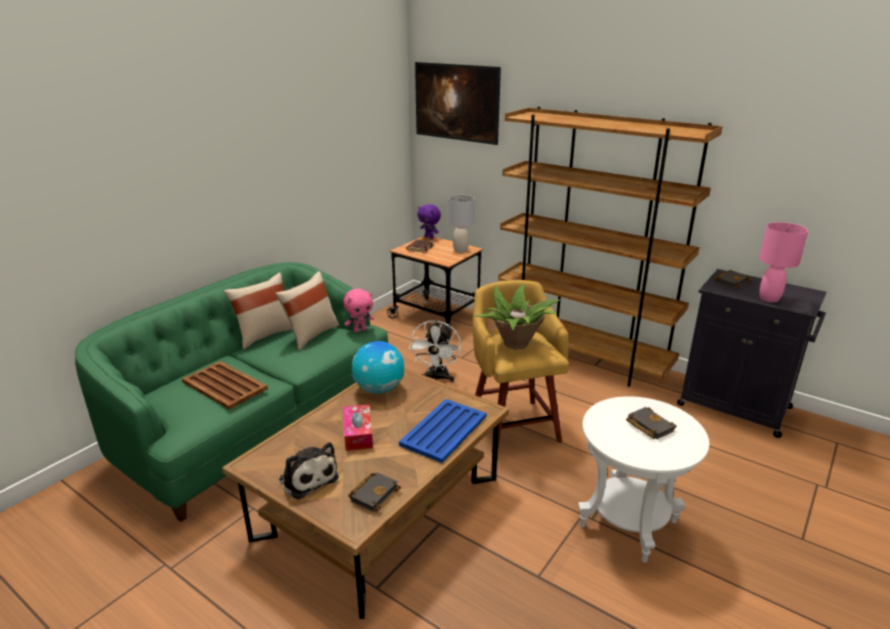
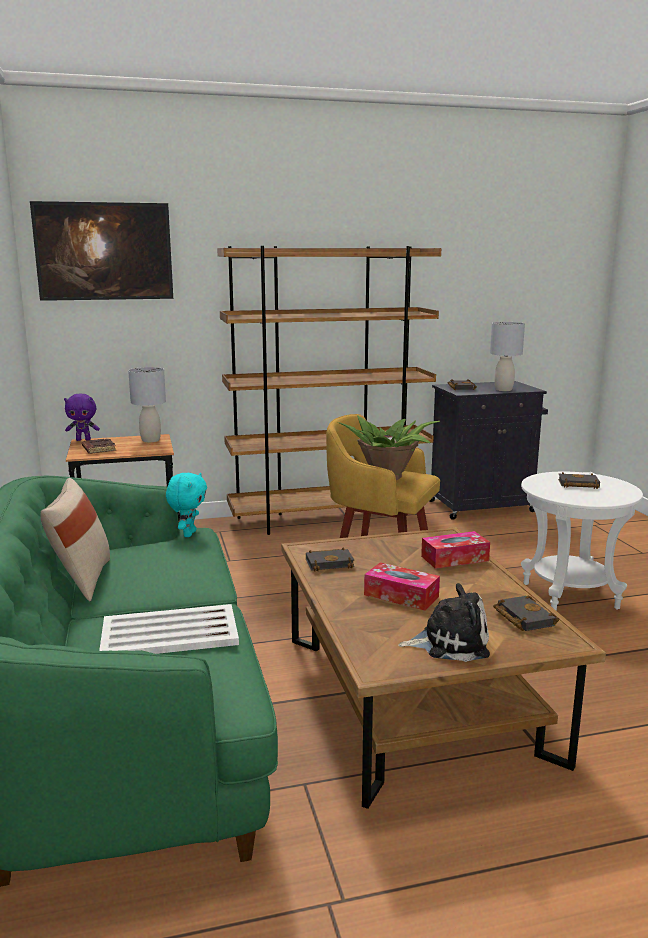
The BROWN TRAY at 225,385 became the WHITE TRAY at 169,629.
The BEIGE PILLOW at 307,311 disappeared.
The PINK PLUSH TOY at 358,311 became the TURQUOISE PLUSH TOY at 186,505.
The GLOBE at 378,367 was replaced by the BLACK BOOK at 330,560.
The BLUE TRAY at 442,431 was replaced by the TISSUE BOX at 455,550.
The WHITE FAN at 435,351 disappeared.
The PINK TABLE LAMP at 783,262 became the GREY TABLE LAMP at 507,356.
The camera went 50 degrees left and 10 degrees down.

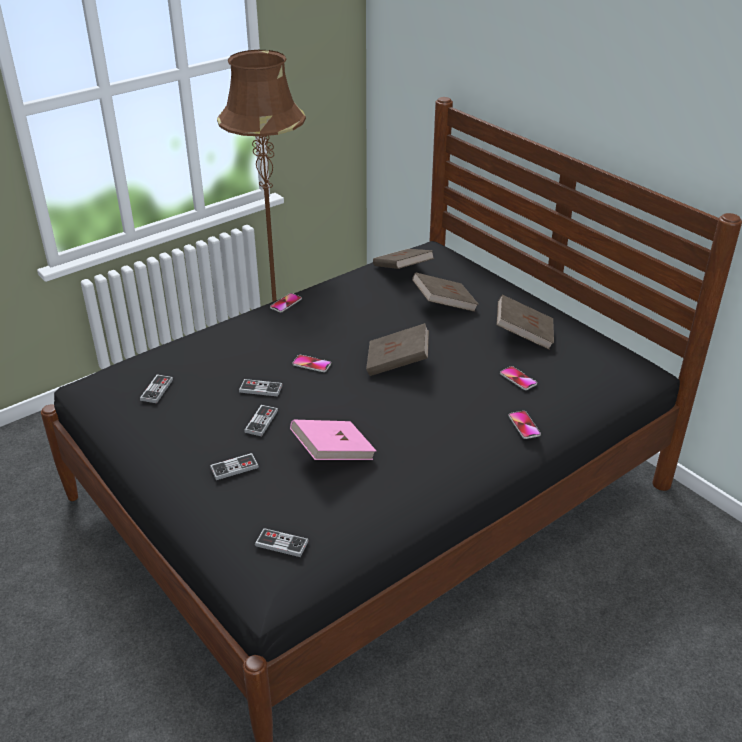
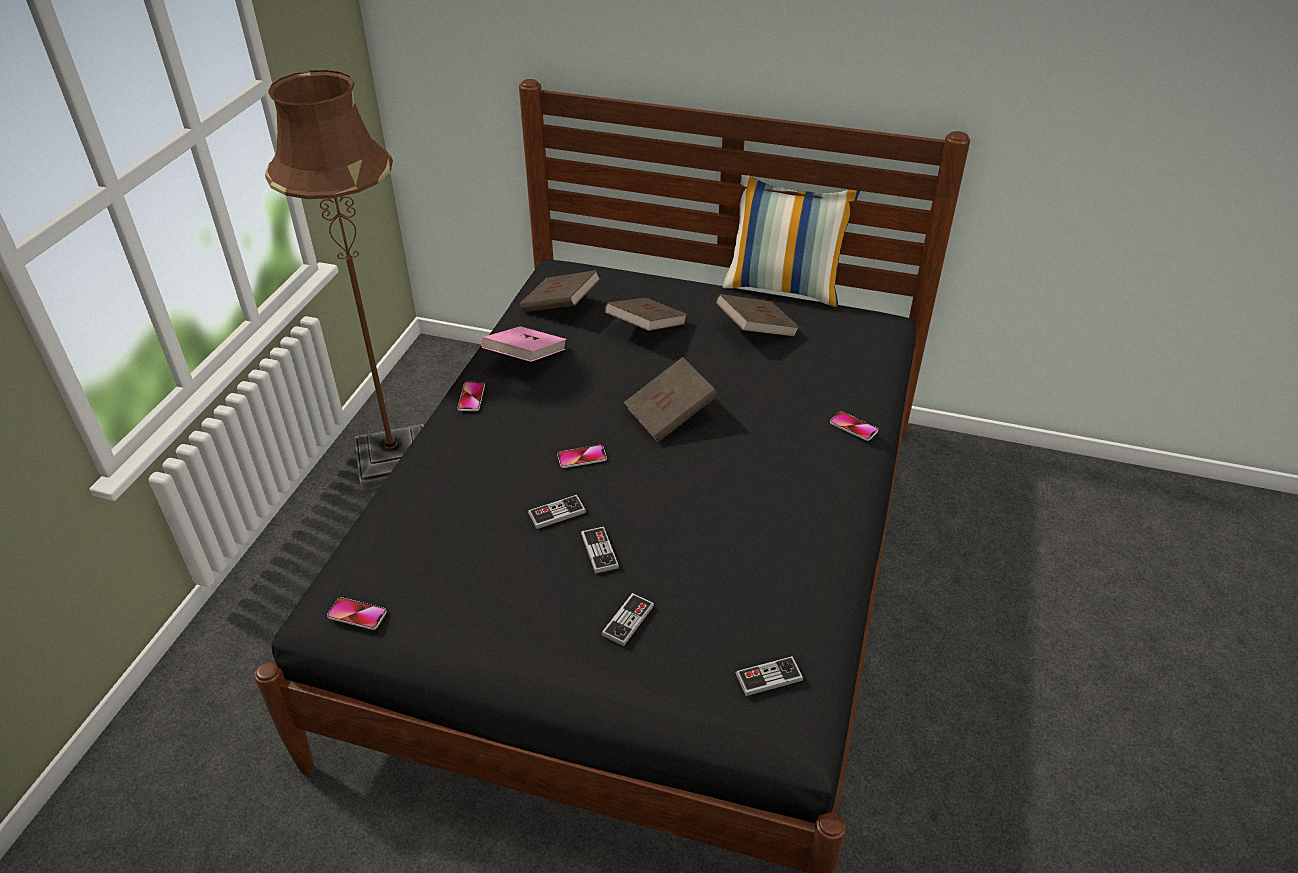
The GAME CONTROLLER at 156,389 disappeared.
The PINK BOOK moved from 333,440 to 524,344.
The PHONE moved from 518,378 to 357,613.
The PILLOW at 791,241 appeared.
The camera went 35 degrees left and 5 degrees up.

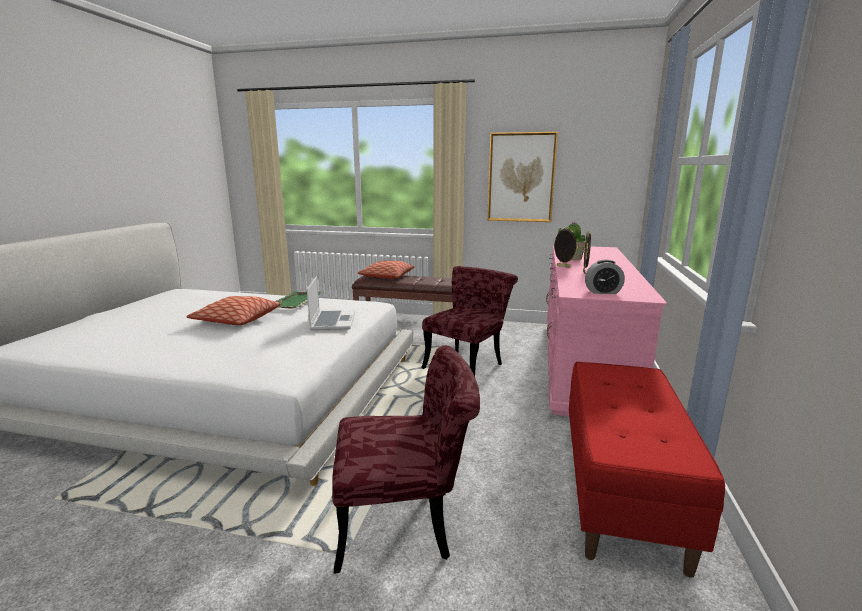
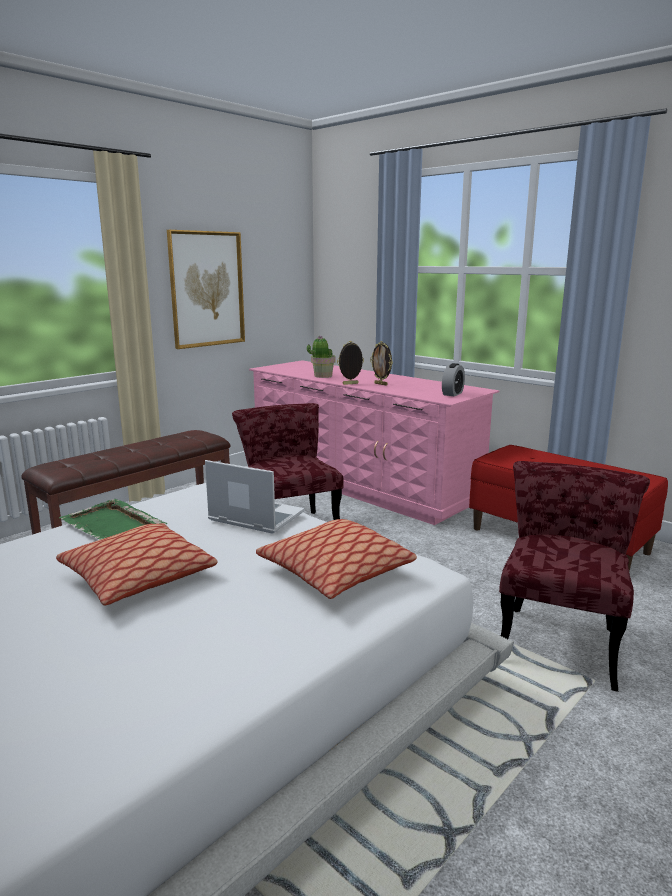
The PILLOW moved from 386,270 to 336,559.
The camera went 60 degrees left and 0 degrees up.

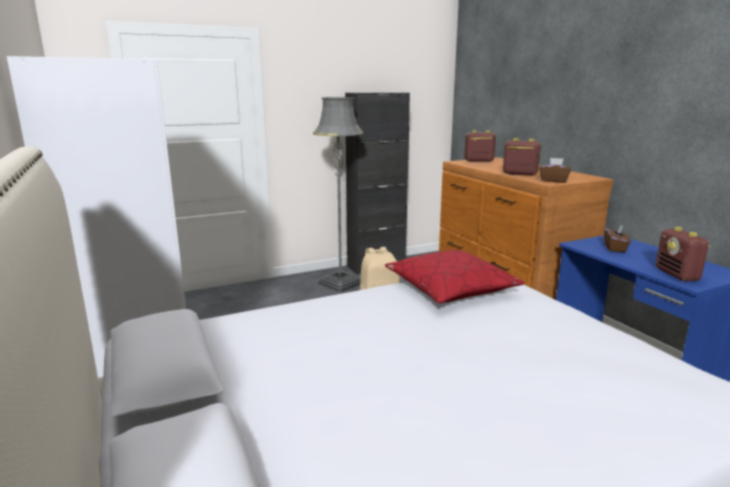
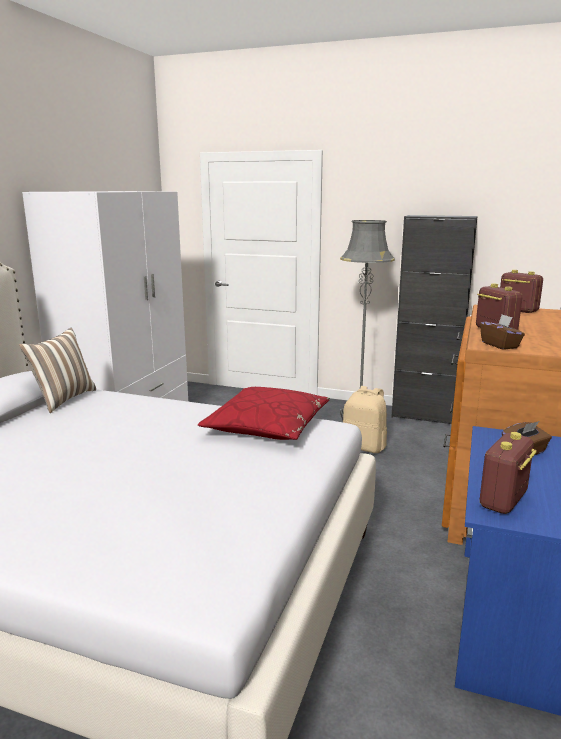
The PILLOW at 57,370 appeared.
The camera went 45 degrees right and 0 degrees up.

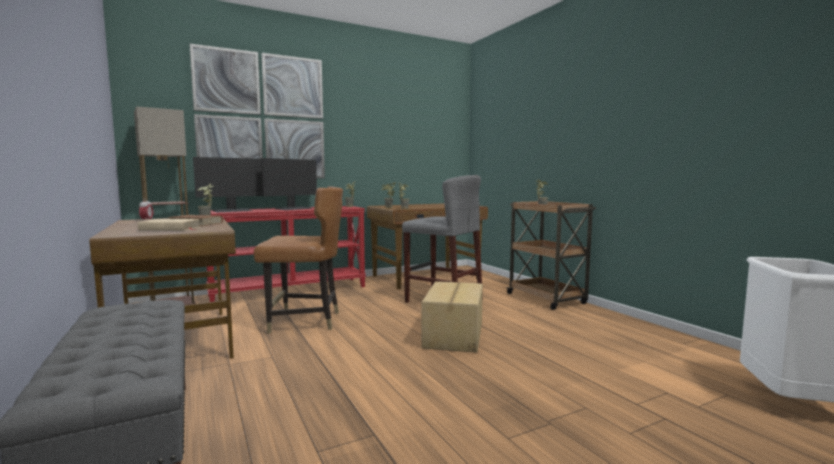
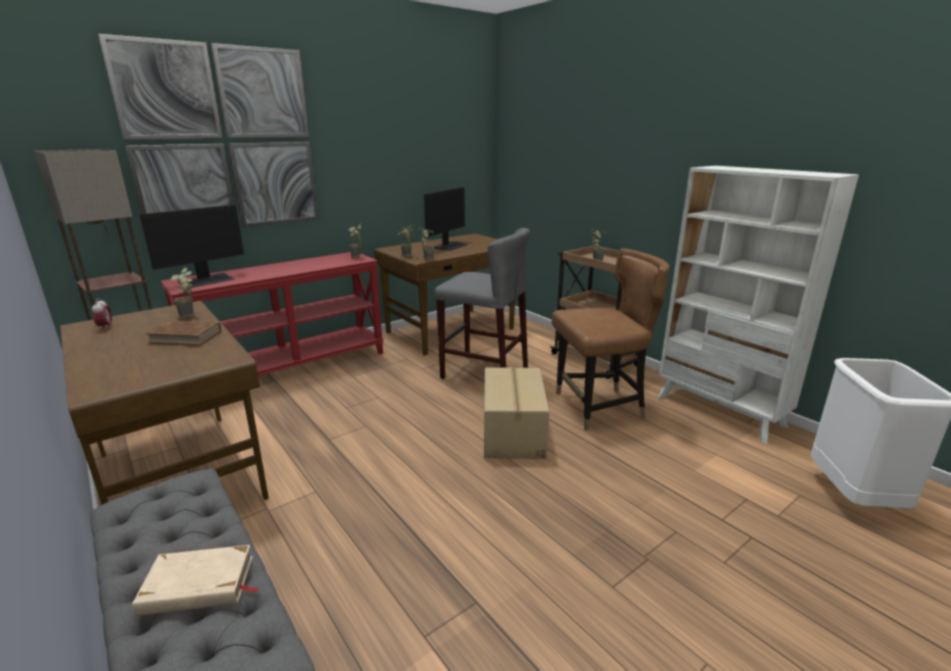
The BEIGE BOOK moved from 169,225 to 196,580.
The BROWN CHAIR moved from 298,259 to 611,339.
The MONITOR moved from 289,184 to 446,219.
The WHITE BOOKCASE at 758,305 appeared.
The camera went 10 degrees left and 15 degrees up.

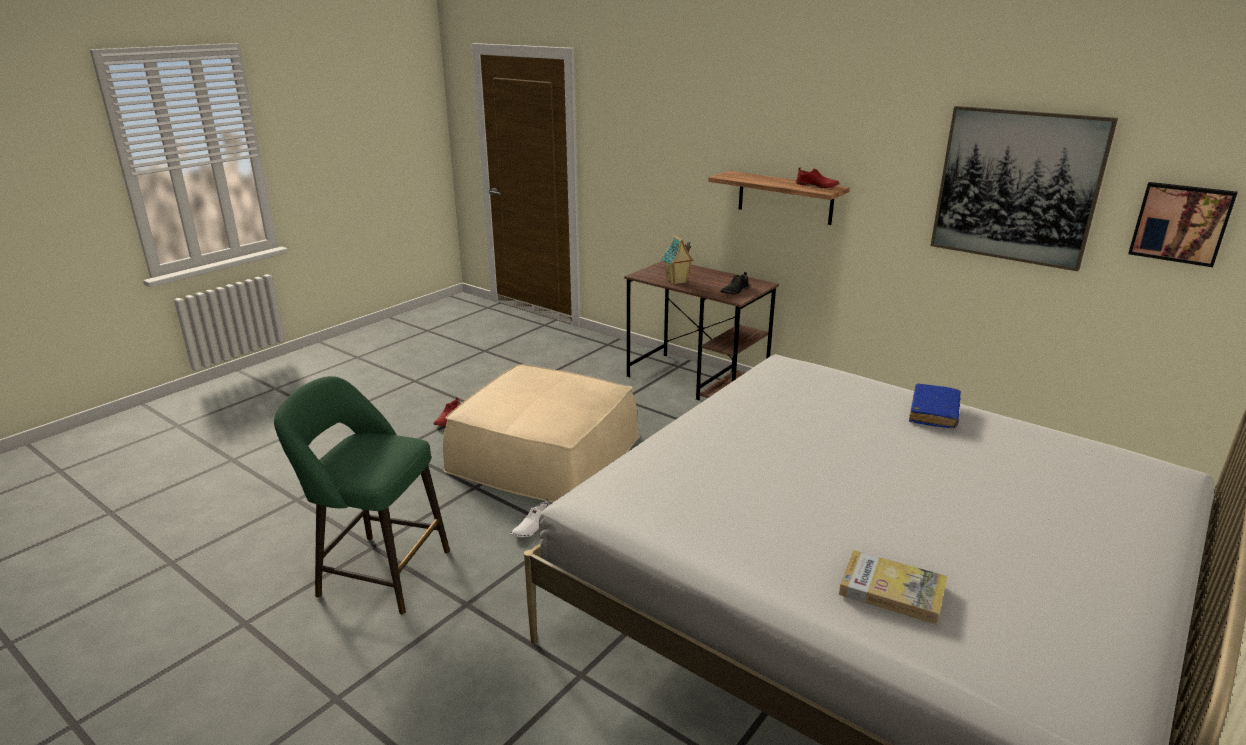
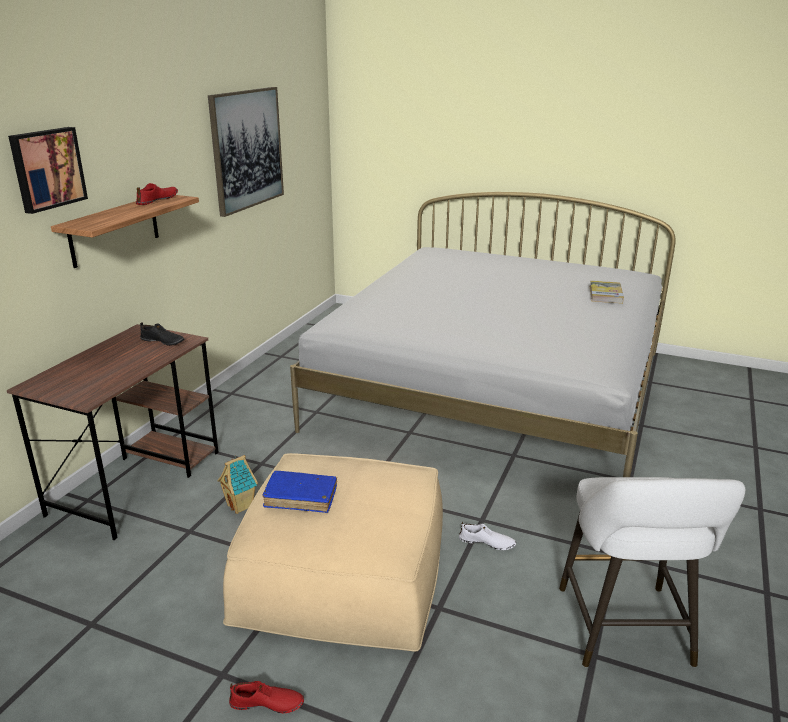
The GREEN STOOL at 362,495 became the WHITE STOOL at 652,572.
The TOY HOUSE moved from 678,260 to 237,484.
The BLUE BOOK moved from 935,406 to 299,492.
The PICTURE moved from 1183,224 to 48,170.
The camera went 105 degrees left and 0 degrees up.

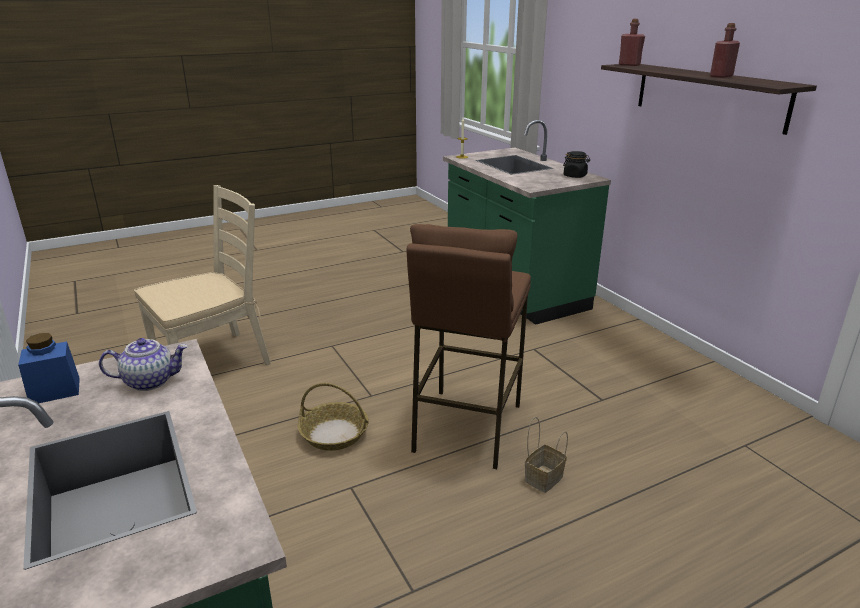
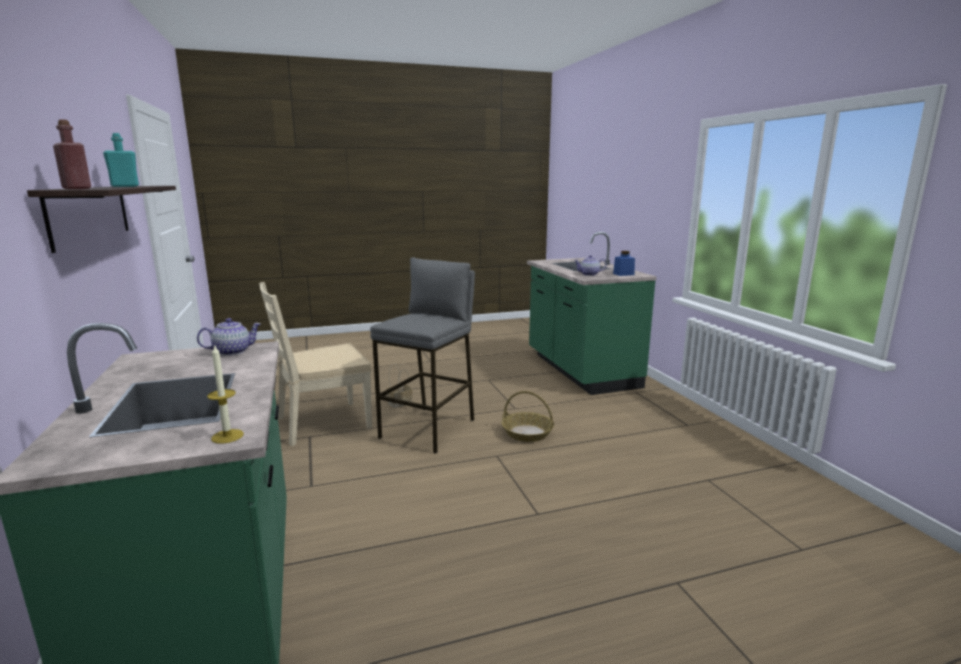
The BEIGE CHAIR moved from 202,275 to 315,364.
The BROWN STOOL at 469,346 became the GREY STOOL at 422,355.
The BLACK JAR at 576,164 disappeared.
The RED BOTTLE at 725,50 became the TURQUOISE BOTTLE at 121,160.
The TEAPOT at 229,337 appeared.
The camera went 170 degrees left and 10 degrees down.

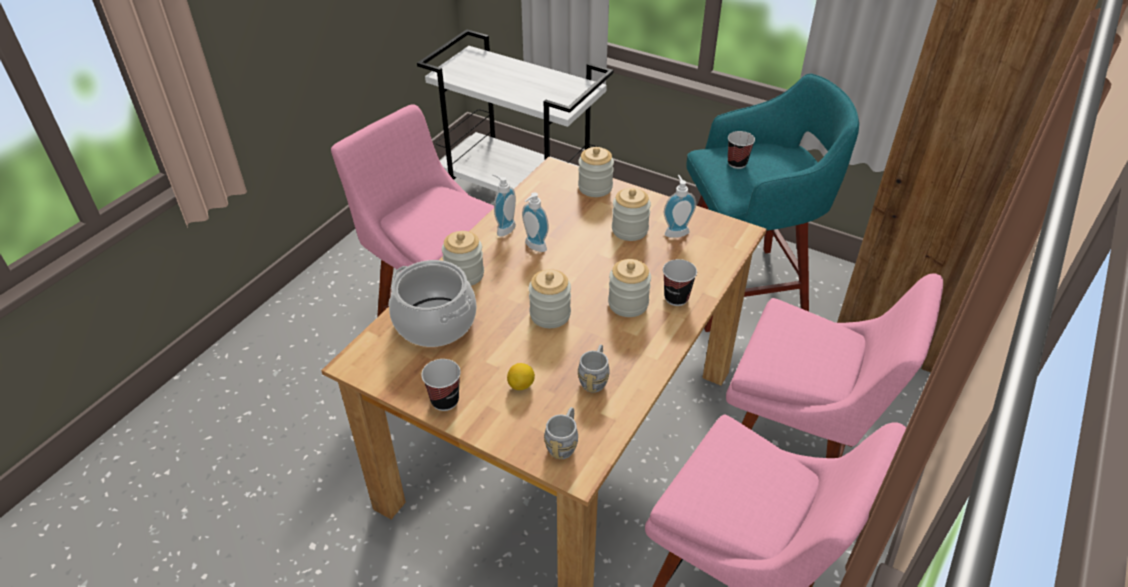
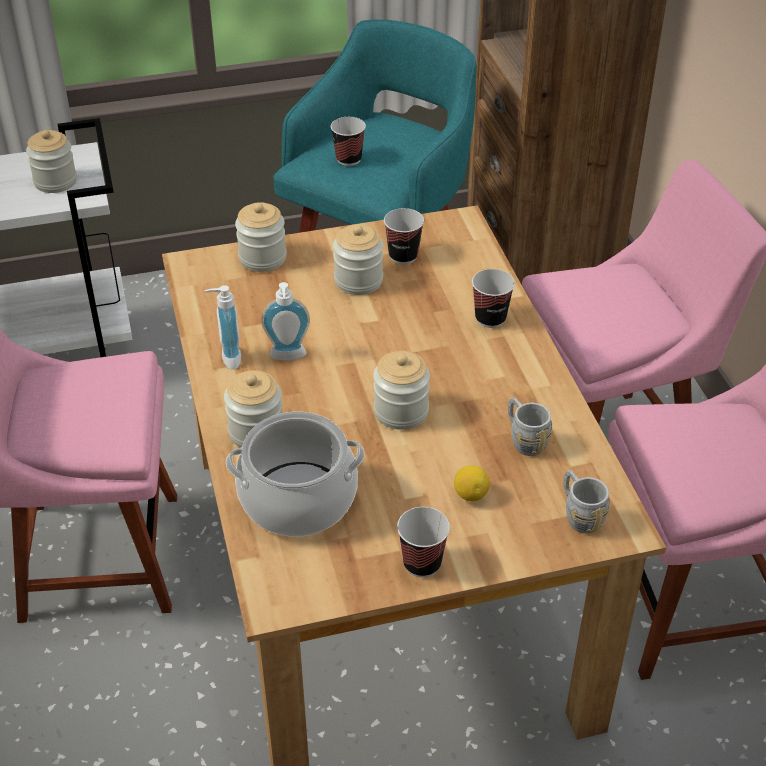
The JAR moved from 629,288 to 51,161.
The SOAP DISPENSER at 680,206 was replaced by the CUP at 404,236.
The camera went 45 degrees left and 0 degrees up.

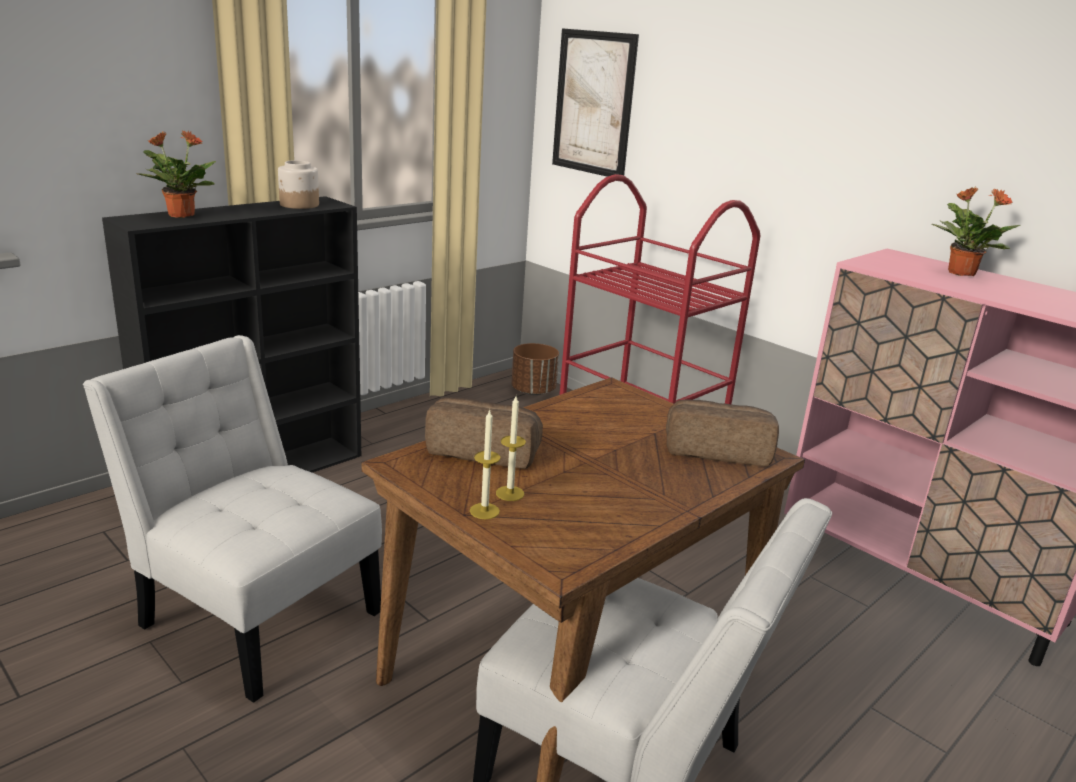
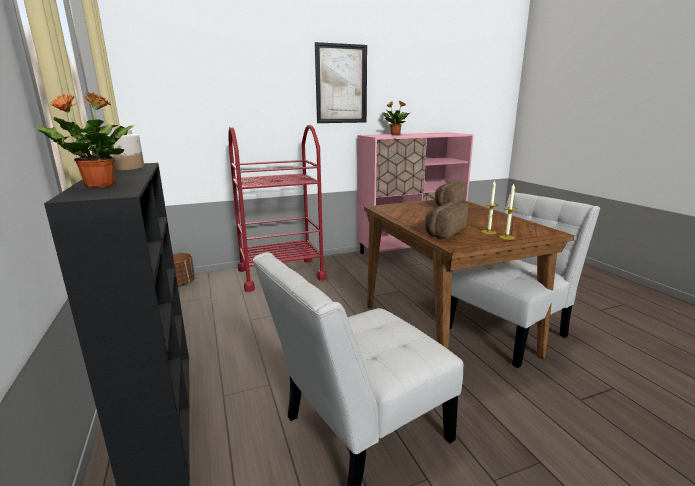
The PICTURE moved from 595,102 to 341,82.
The camera went 65 degrees left and 5 degrees down.

